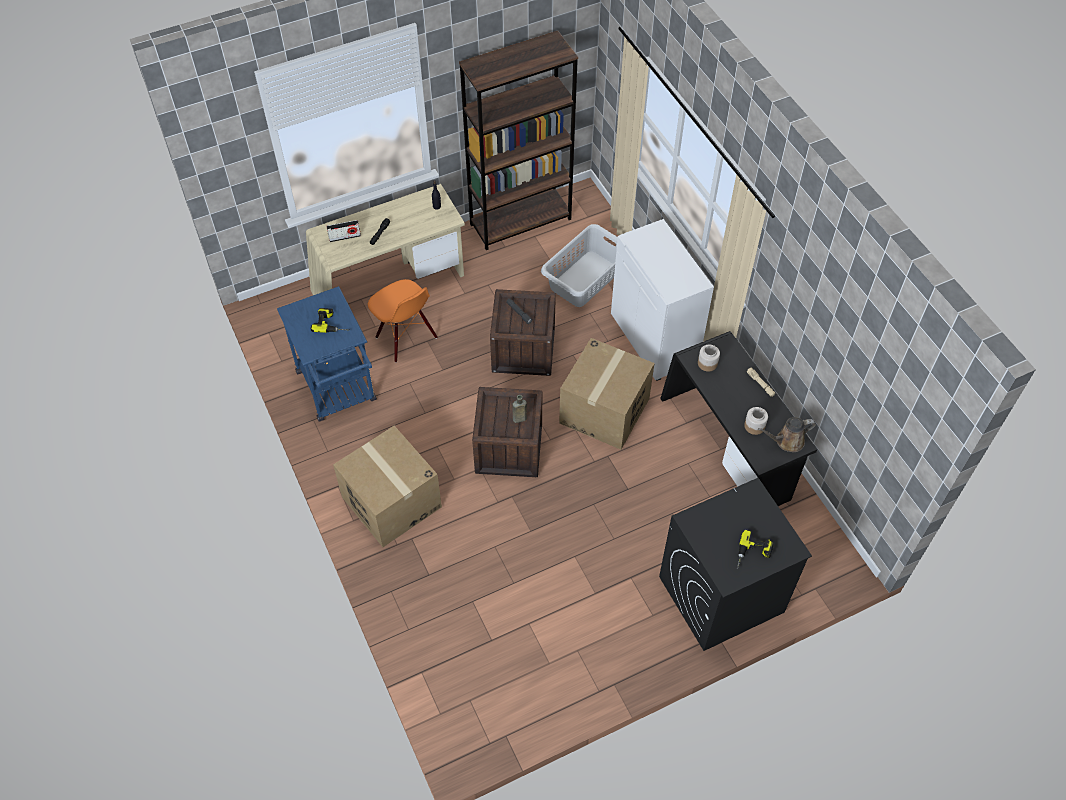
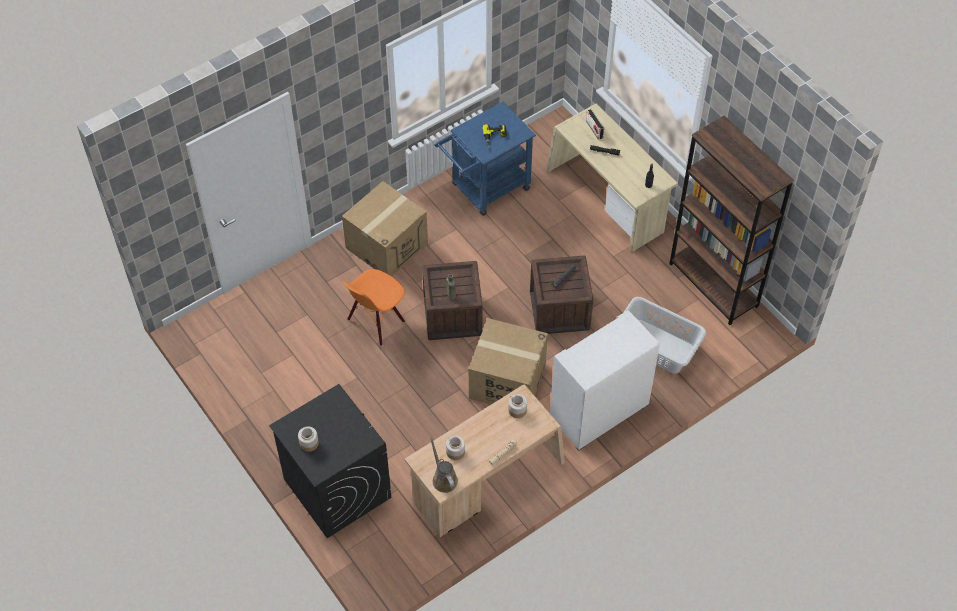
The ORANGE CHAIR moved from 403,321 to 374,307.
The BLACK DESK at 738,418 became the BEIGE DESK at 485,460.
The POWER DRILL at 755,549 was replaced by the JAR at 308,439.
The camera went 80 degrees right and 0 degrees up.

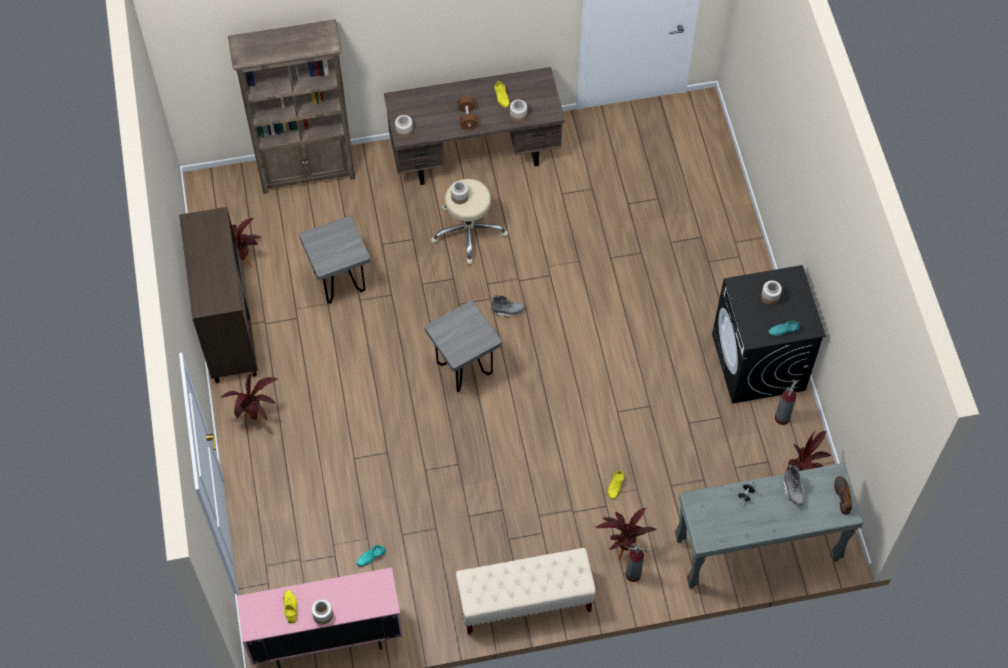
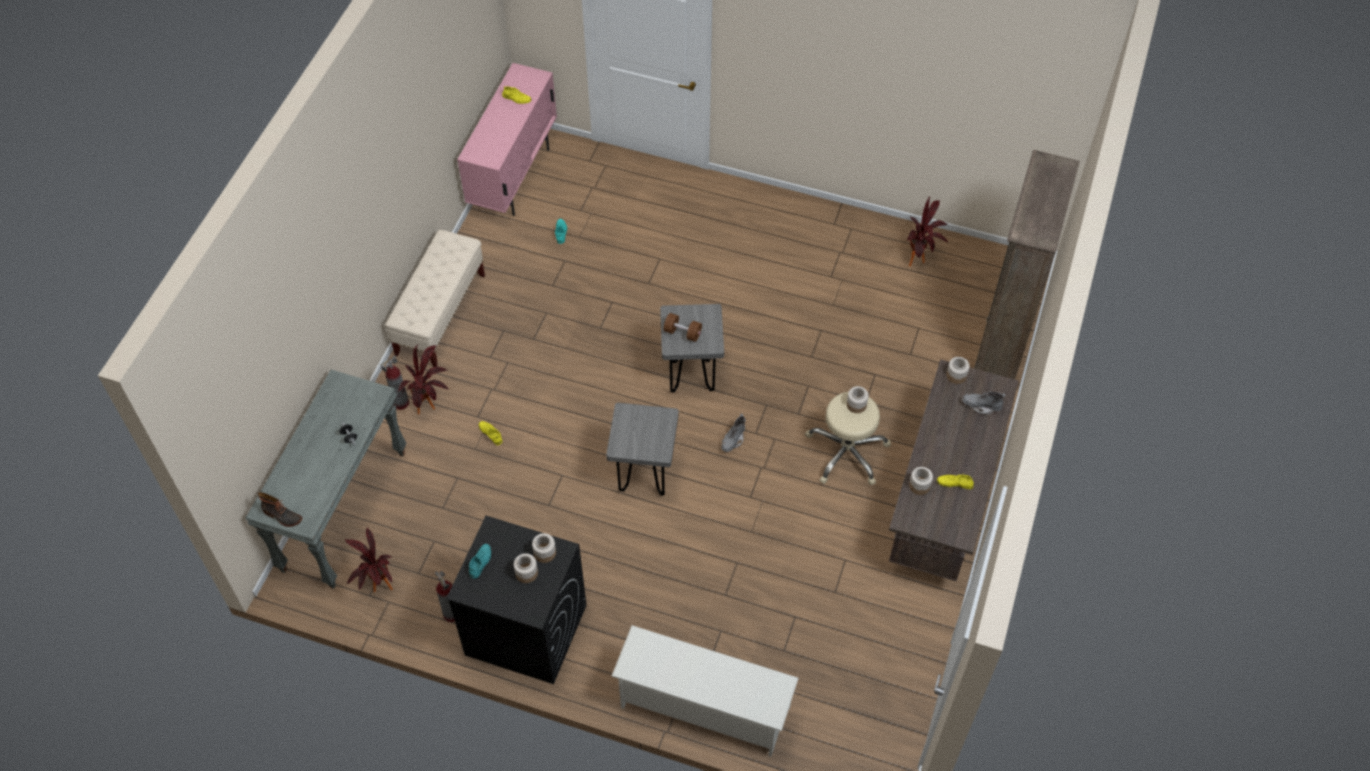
The BROWN CABINET at 218,295 disappeared.
The POTTED PLANT at 250,398 disappeared.
The GREY STOOL moved from 334,260 to 642,449.
The JAR moved from 322,612 to 544,548.
The BROWN DUMBBELL moved from 468,113 to 683,327.
The GREY BOOT moved from 793,485 to 984,403.
The WHITE SHOE RACK at 704,691 appeared.
The camera went 120 degrees right and 5 degrees down.

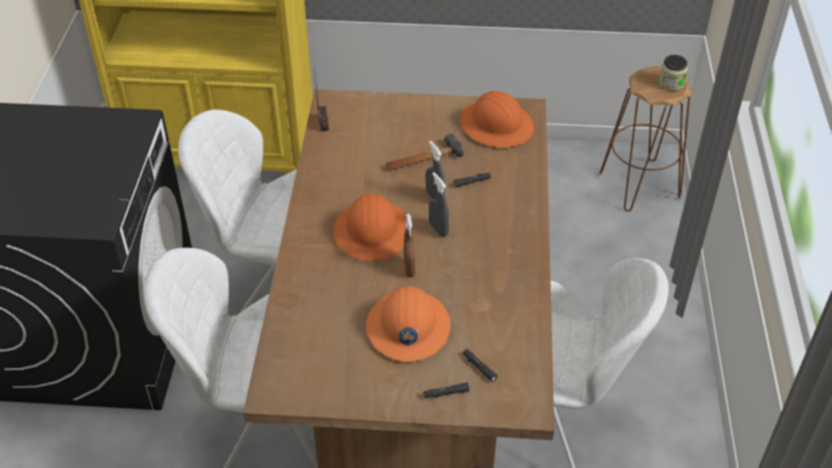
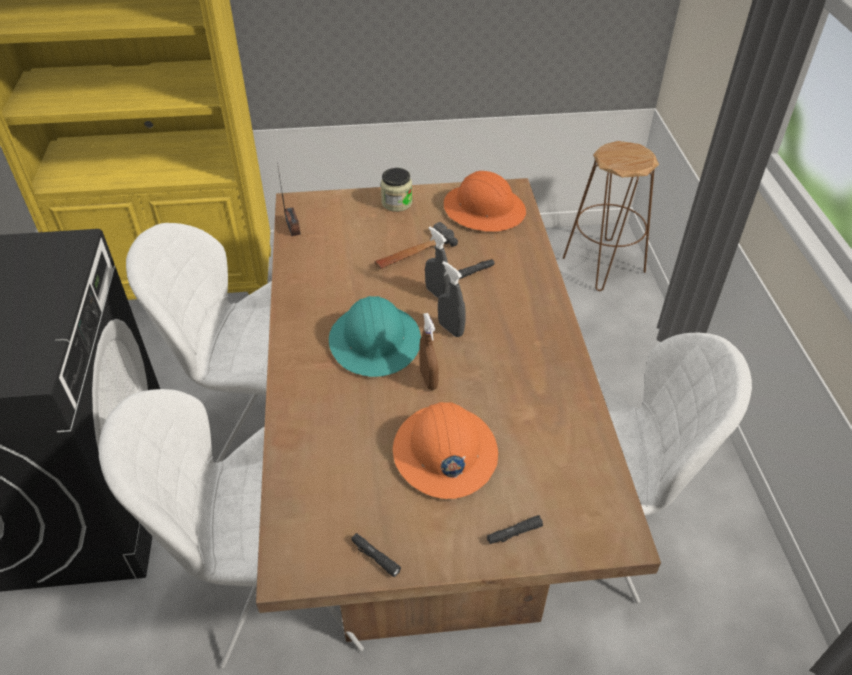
The ORANGE HARD HAT at 370,227 became the TURQUOISE HARD HAT at 375,336.
The BLACK FLASHLIGHT moved from 480,365 to 376,555.
The JAR moved from 673,73 to 396,190.
The camera went 10 degrees left and 0 degrees up.

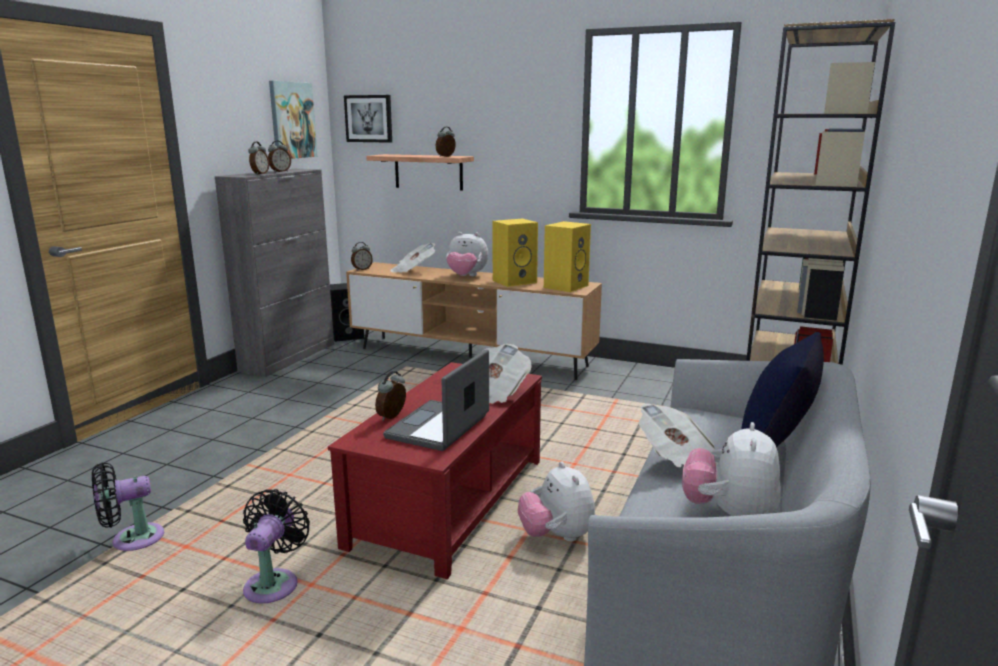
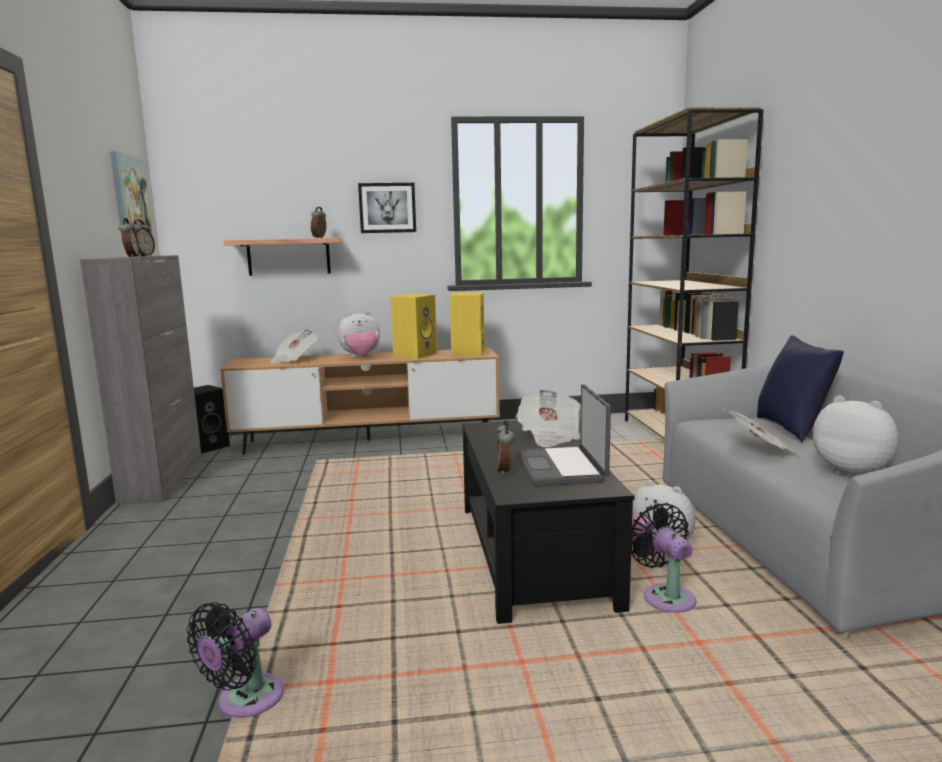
The BLACK FAN moved from 276,546 to 664,558.
The RED COFFEE TABLE at 435,470 became the BLACK COFFEE TABLE at 548,522.
The PICTURE moved from 368,119 to 387,208.
The ALARM CLOCK at 362,256 disappeared.
The PLUSH TOY at 731,469 turned 150 degrees clockwise.
The camera went 30 degrees left and 5 degrees down.

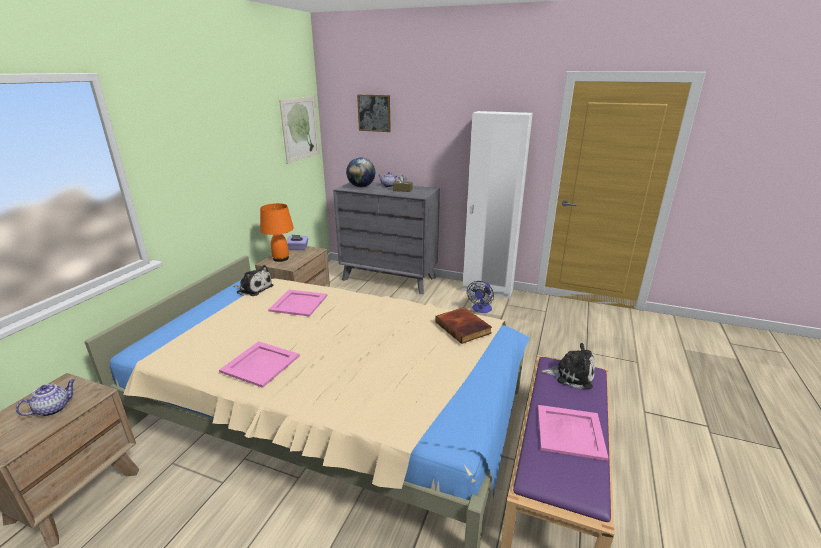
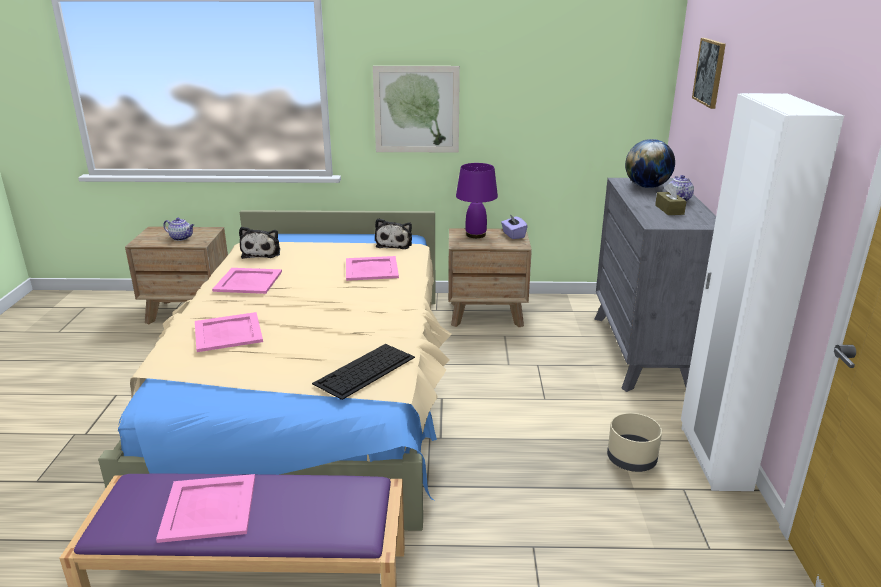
The ORANGE TABLE LAMP at 277,232 became the PURPLE TABLE LAMP at 477,200.
The PICTURE moved from 299,130 to 416,109.
The BOOK at 463,325 was replaced by the KEYBOARD at 363,372.
The FAN at 480,297 was replaced by the BEIGE PLANTER at 634,442.
The PLUSH TOY moved from 568,366 to 259,243.
The PINK TRAY at 229,332 appeared.
The camera went 70 degrees right and 0 degrees up.

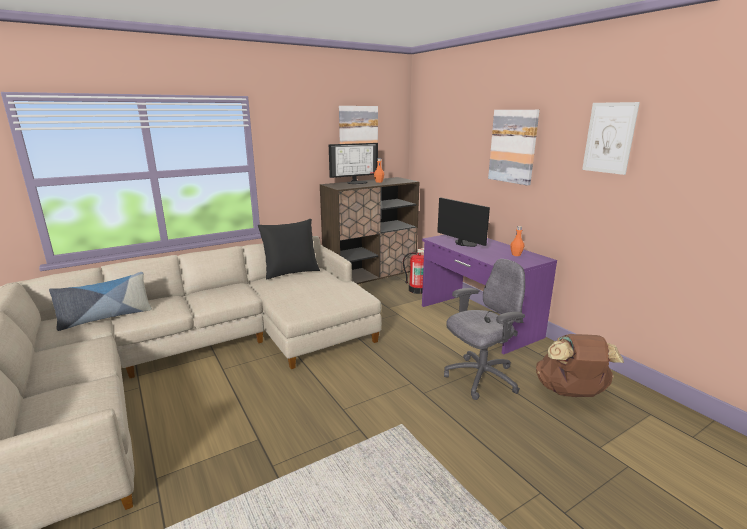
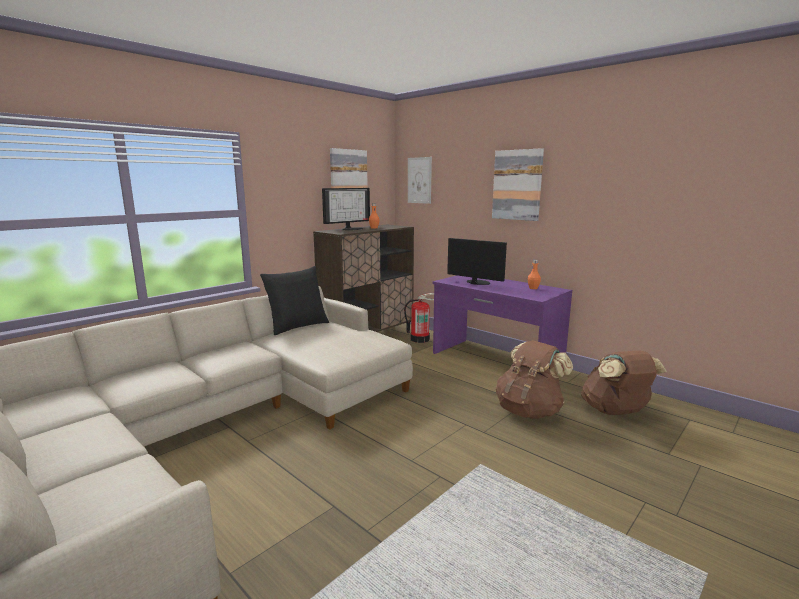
The PILLOW at 100,301 disappeared.
The GREY OFFICE CHAIR at 484,329 was replaced by the BROWN BACKPACK at 534,379.
The PICTURE moved from 611,138 to 420,180.
The camera went 15 degrees left and 5 degrees down.

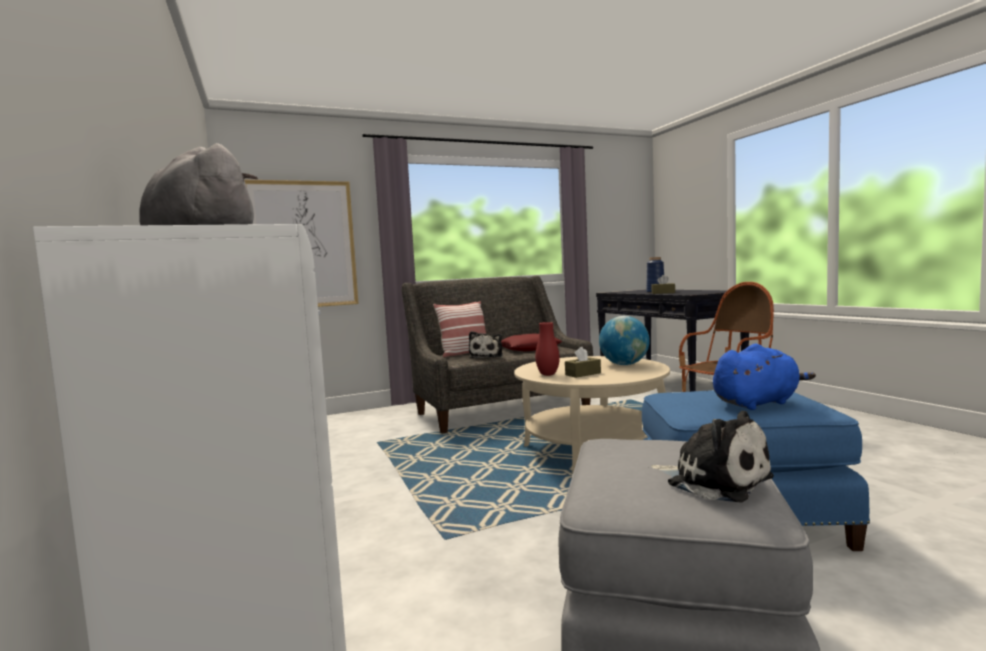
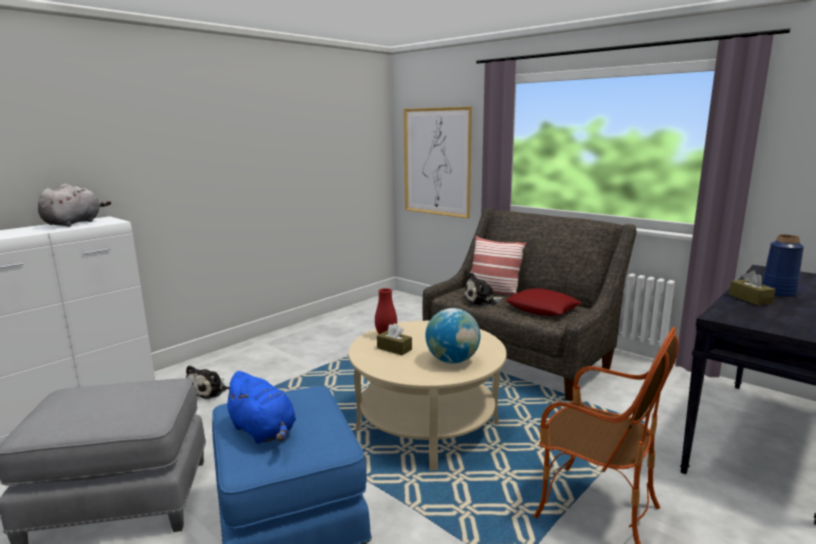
The PLUSH TOY moved from 712,457 to 206,382.
The camera went 65 degrees right and 10 degrees up.

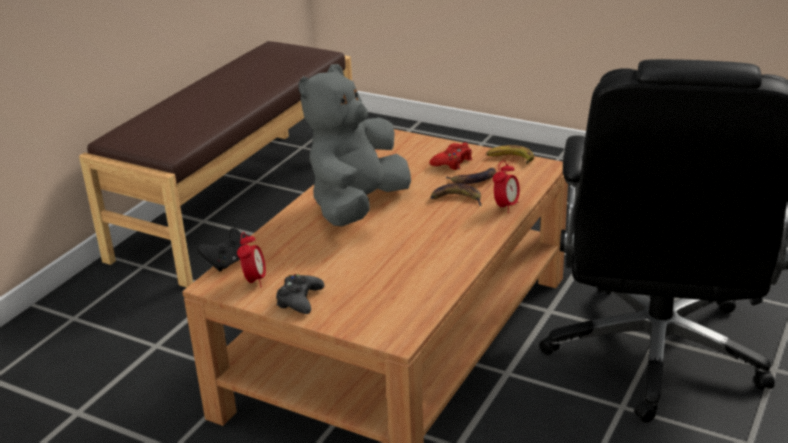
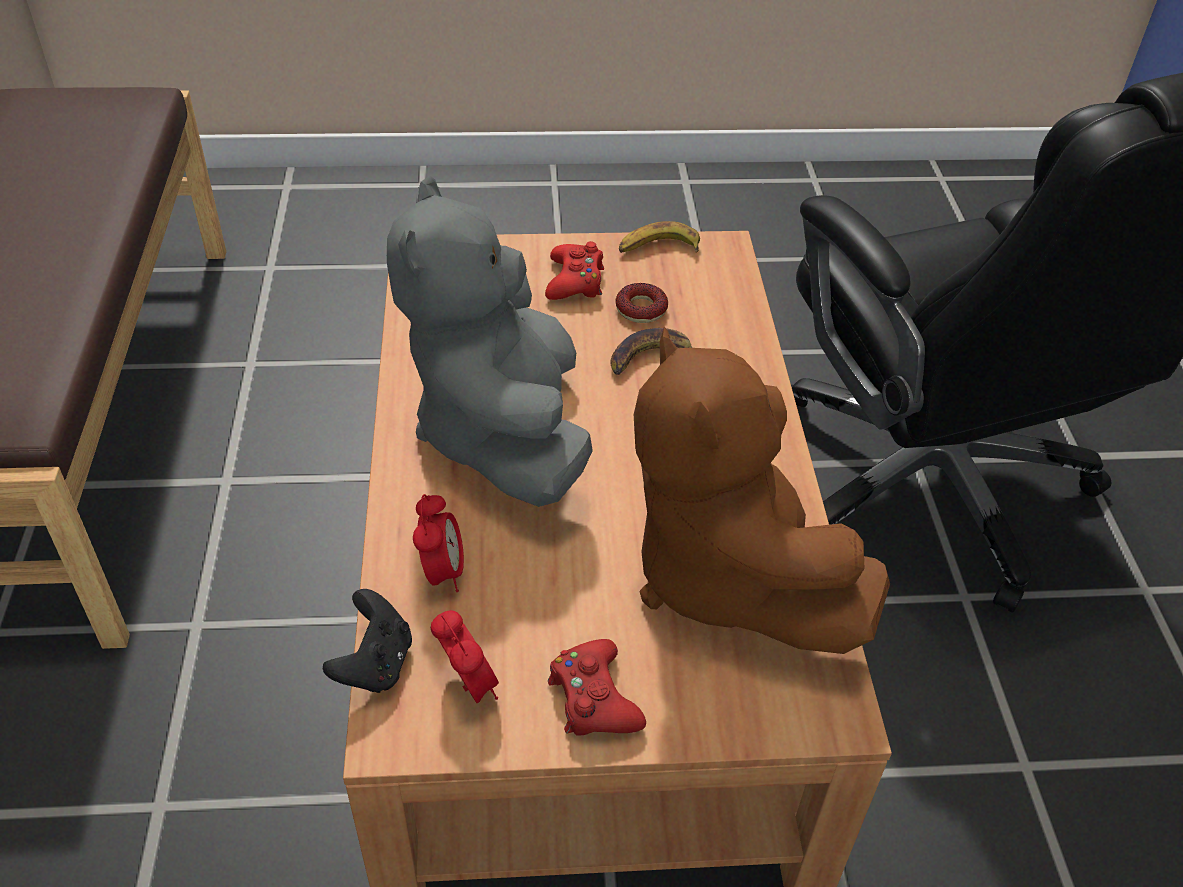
The BLACK GAME CONTROLLER at 300,294 became the RED GAME CONTROLLER at 597,687.
The BANANA at 471,176 was replaced by the DONUT at 642,303.
The ALARM CLOCK moved from 506,186 to 438,543.
The BROWN PLUSH TOY at 762,490 appeared.
The camera went 35 degrees left and 15 degrees up.

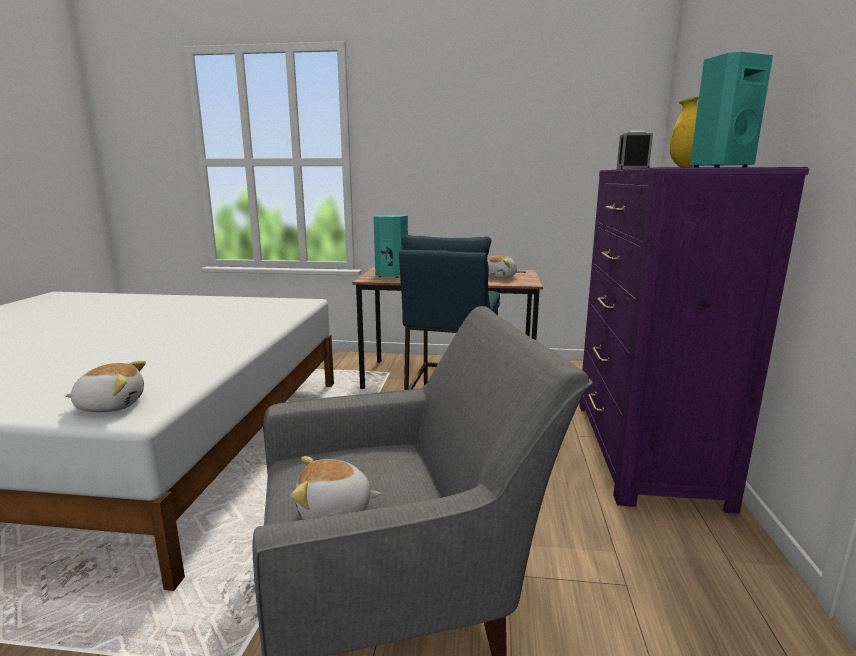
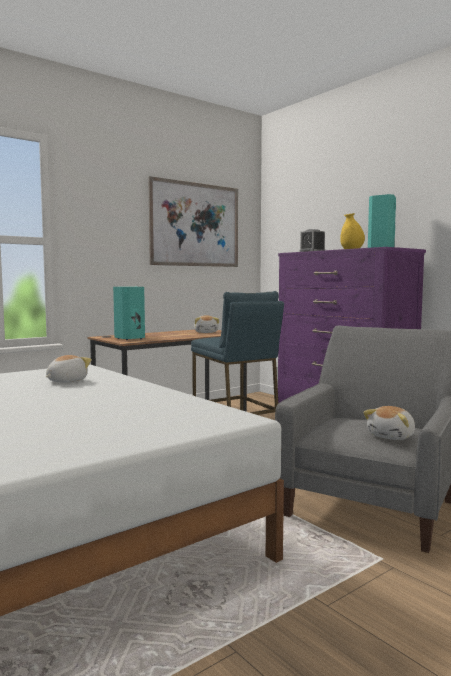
The PLUSH TOY moved from 105,386 to 69,369.
The PICTURE at 193,221 appeared.
The camera went 45 degrees left and 10 degrees down.

